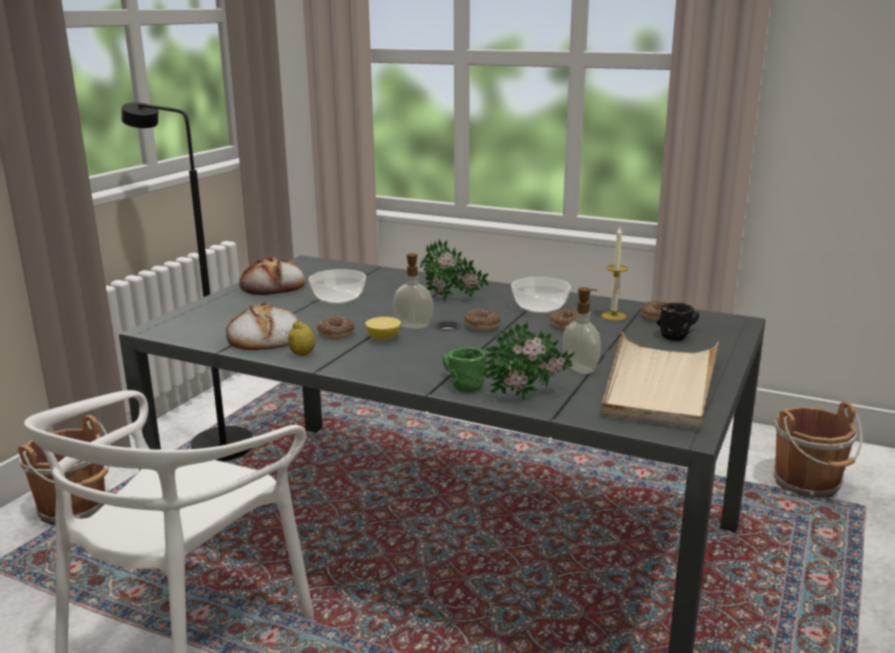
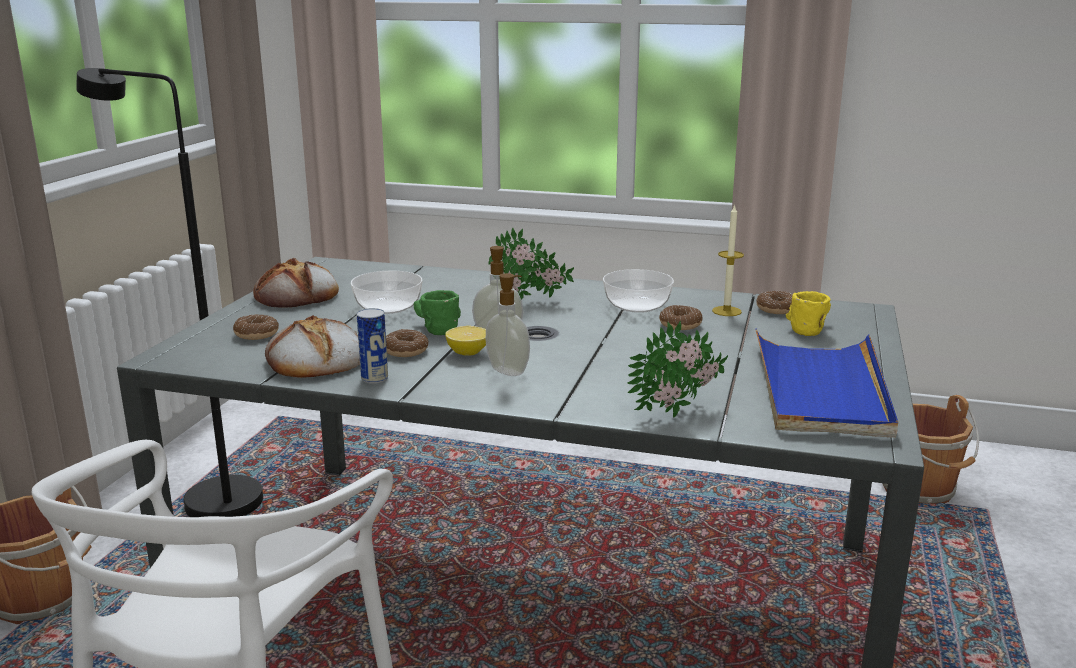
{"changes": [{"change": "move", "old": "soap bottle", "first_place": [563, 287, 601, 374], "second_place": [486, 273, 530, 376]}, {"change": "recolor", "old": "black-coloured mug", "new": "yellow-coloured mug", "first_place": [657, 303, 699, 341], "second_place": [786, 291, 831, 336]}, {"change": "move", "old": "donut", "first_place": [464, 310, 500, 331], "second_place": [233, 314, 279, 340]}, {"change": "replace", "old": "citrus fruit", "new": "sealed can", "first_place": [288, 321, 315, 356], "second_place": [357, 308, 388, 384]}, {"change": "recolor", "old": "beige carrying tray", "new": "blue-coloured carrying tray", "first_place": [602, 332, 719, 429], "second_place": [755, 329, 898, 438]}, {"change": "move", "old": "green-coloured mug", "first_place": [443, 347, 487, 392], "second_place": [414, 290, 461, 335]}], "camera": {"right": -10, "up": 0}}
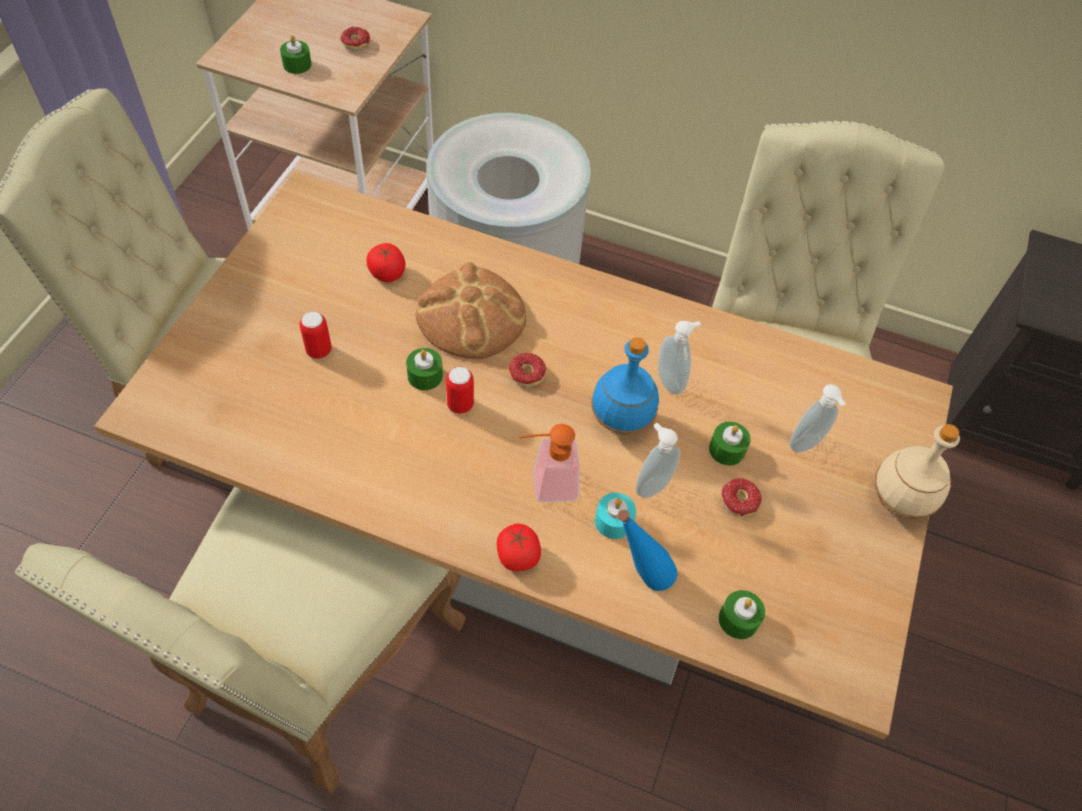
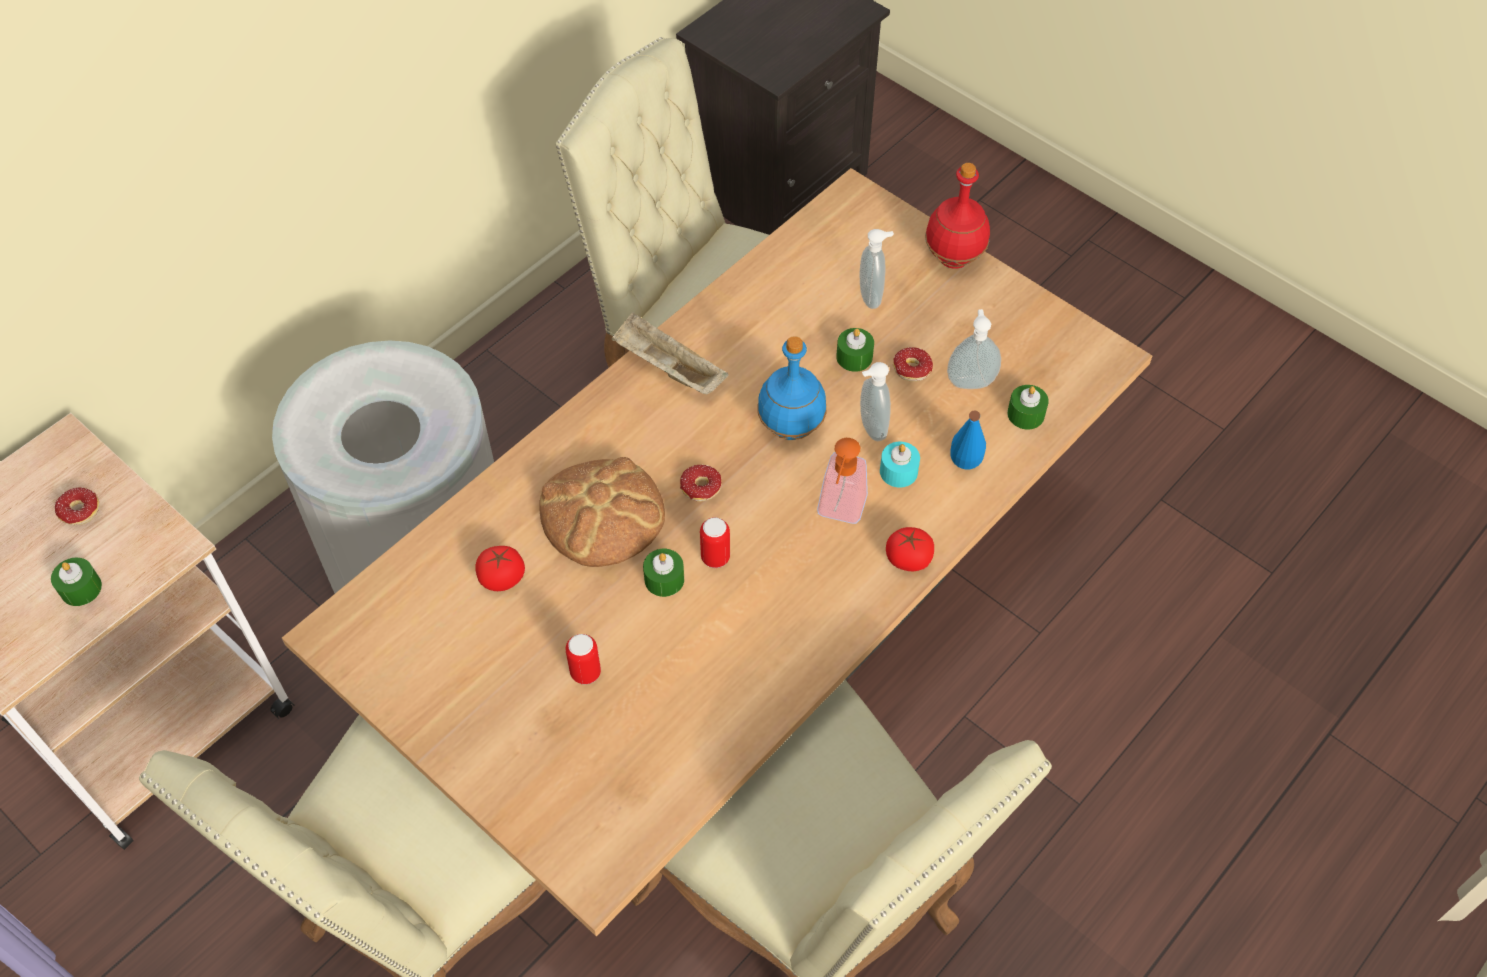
{"changes": [{"change": "move", "old": "soap bottle", "first_place": [658, 321, 701, 395], "second_place": [947, 309, 1001, 389]}, {"change": "recolor", "old": "beige drink bottle", "new": "red-coloured drink bottle", "first_place": [875, 424, 960, 519], "second_place": [925, 163, 990, 269]}, {"change": "insert", "new": "beige carrying tray", "second_place": [612, 312, 729, 394]}], "camera": {"right": -65, "up": 0}}
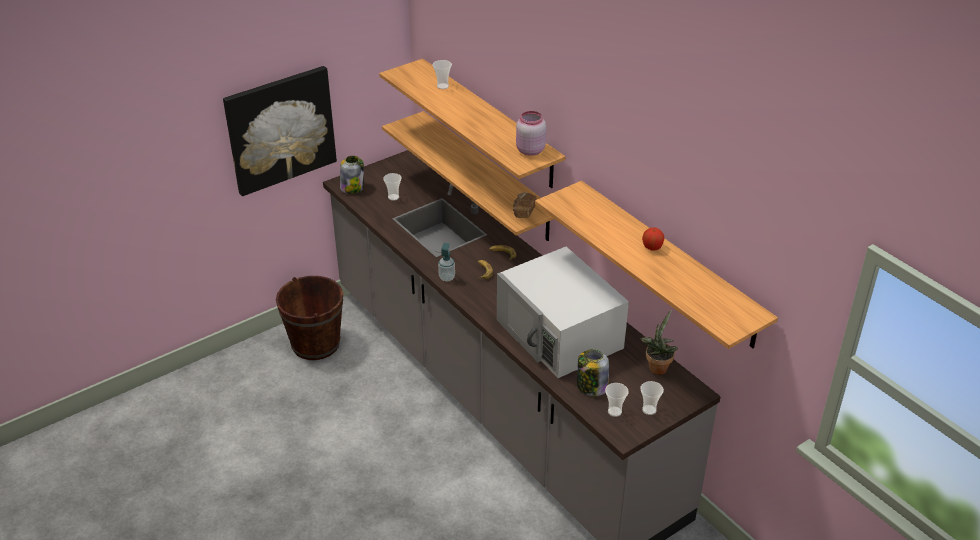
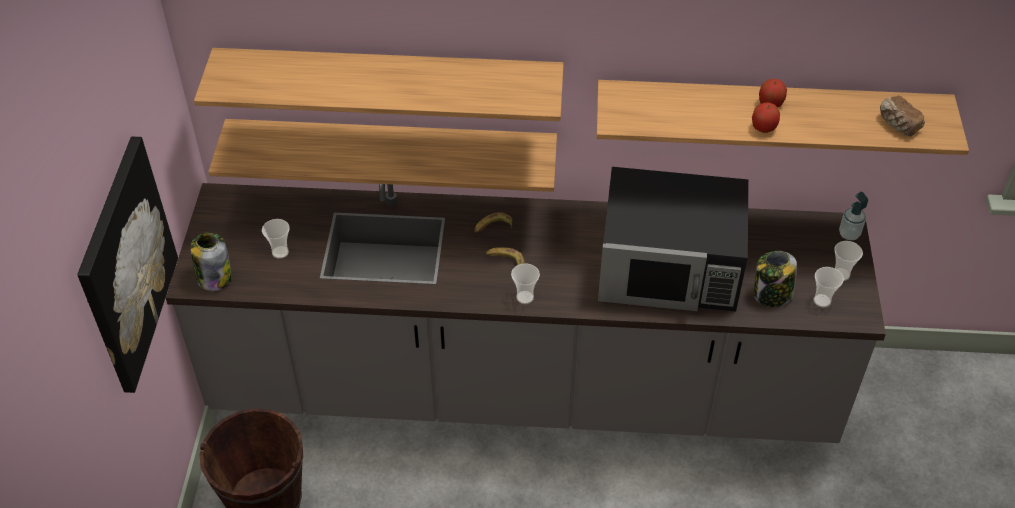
{"changes": [{"change": "move", "old": "cup", "first_place": [433, 60, 452, 89], "second_place": [511, 263, 540, 304]}, {"change": "delete", "old": "pink-coloured jar", "first_place": [516, 111, 546, 156]}, {"change": "move", "old": "bakery bread", "first_place": [513, 192, 537, 218], "second_place": [880, 96, 925, 137]}, {"change": "move", "old": "soap bottle", "first_place": [438, 243, 455, 281], "second_place": [839, 192, 868, 240]}, {"change": "recolor", "old": "white microwave", "new": "black-coloured microwave", "first_place": [497, 247, 629, 378], "second_place": [598, 167, 748, 311]}, {"change": "delete", "old": "plant in a pot", "first_place": [641, 310, 678, 375]}, {"change": "insert", "new": "apple fruit", "second_place": [752, 102, 780, 133]}], "camera": {"right": -50, "up": 10}}
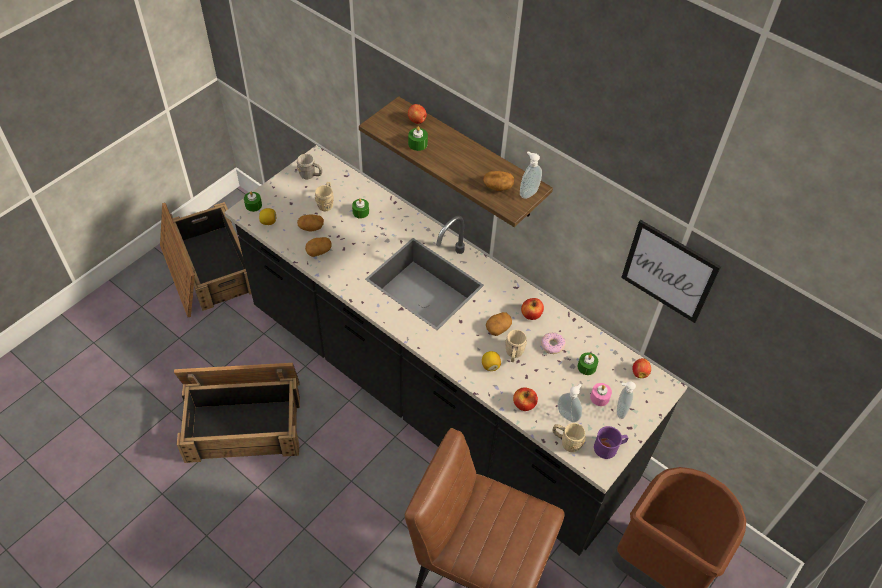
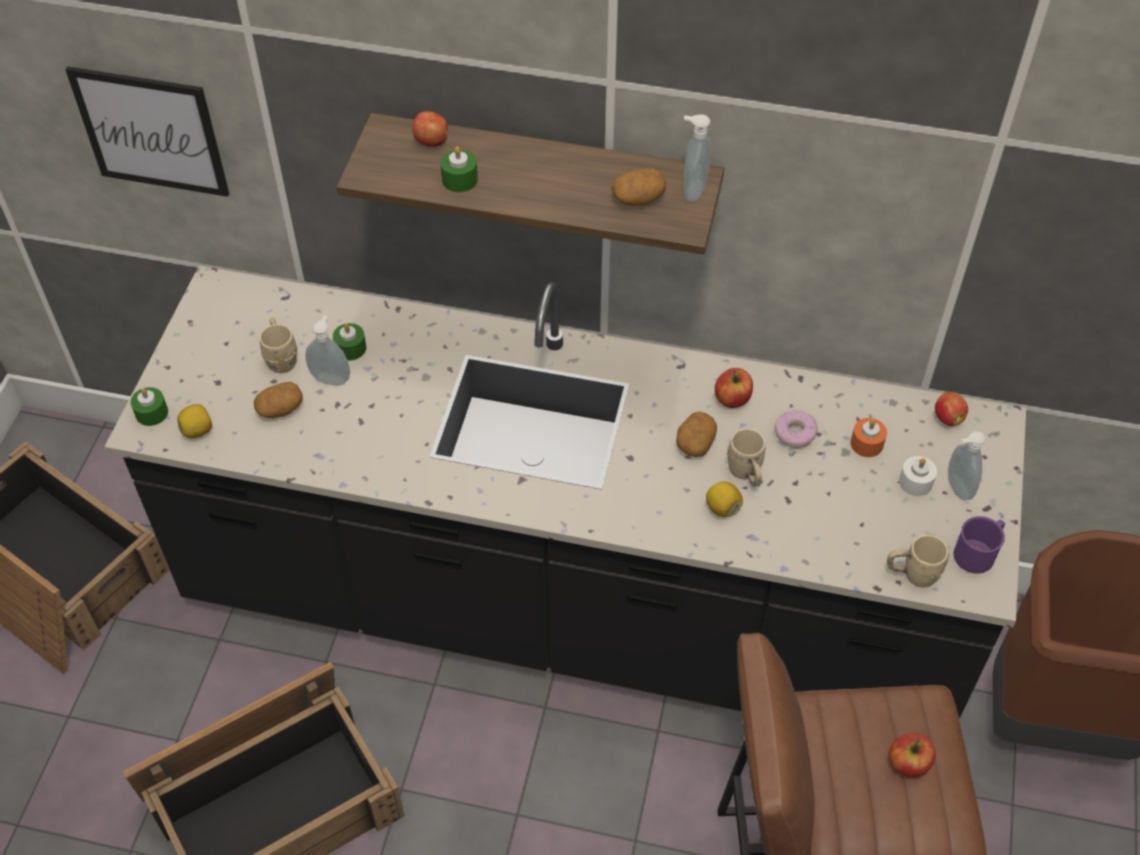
{"changes": [{"change": "delete", "old": "gray mug", "first_place": [297, 154, 322, 179]}, {"change": "move", "old": "wall picture", "first_place": [621, 220, 721, 323], "second_place": [65, 66, 229, 197]}, {"change": "delete", "old": "spud", "first_place": [305, 237, 331, 257]}, {"change": "recolor", "old": "green-coloured wax candle", "new": "orange wax candle", "first_place": [578, 353, 598, 375], "second_place": [851, 418, 887, 457]}, {"change": "recolor", "old": "pink-coloured wax candle", "new": "white wax candle", "first_place": [590, 383, 612, 406], "second_place": [899, 456, 937, 496]}, {"change": "move", "old": "soap bottle", "first_place": [557, 384, 582, 422], "second_place": [305, 316, 350, 386]}, {"change": "move", "old": "apple fruit", "first_place": [513, 388, 538, 411], "second_place": [889, 733, 936, 778]}], "camera": {"right": -25, "up": 0}}
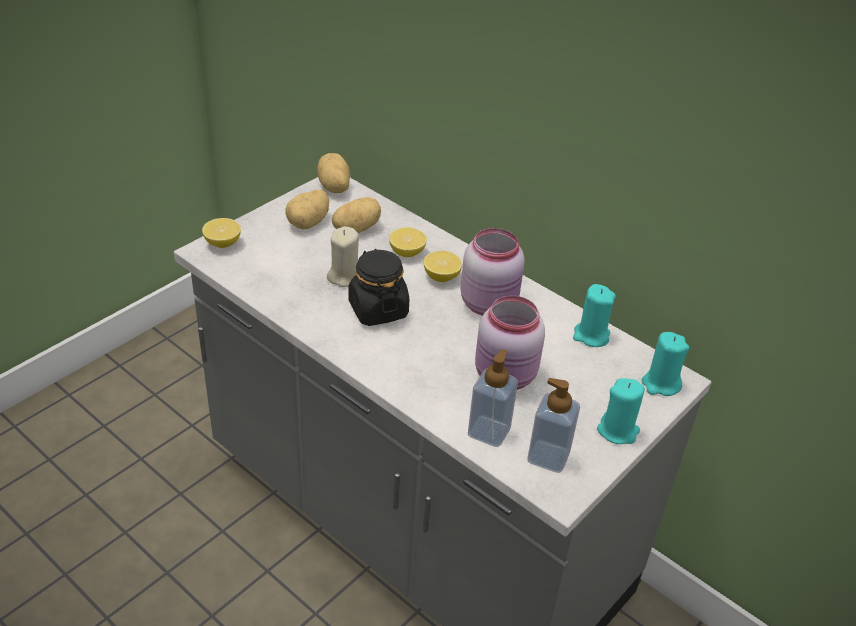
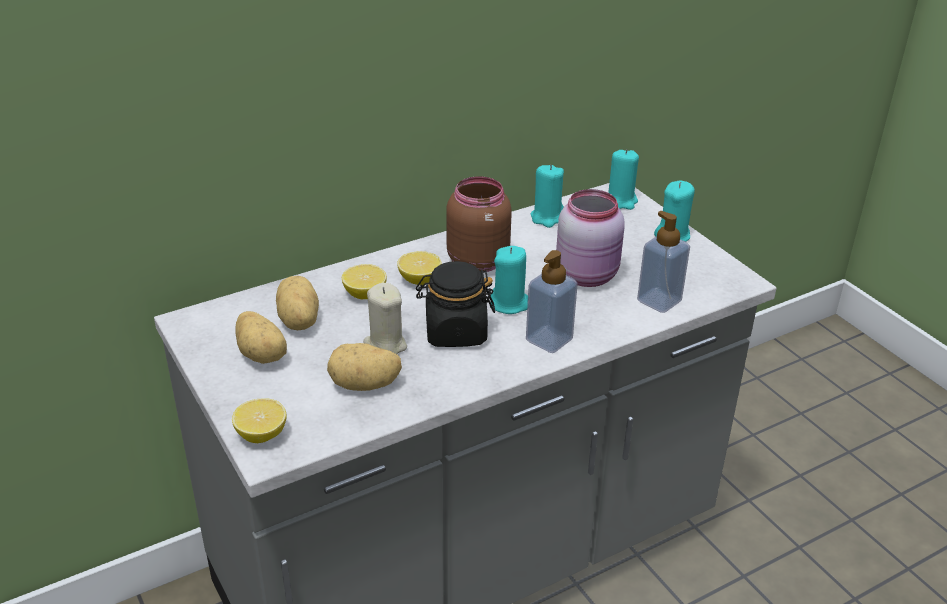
{"changes": [{"change": "move", "old": "spud", "first_place": [317, 153, 350, 193], "second_place": [327, 343, 402, 391]}, {"change": "recolor", "old": "pink-coloured jar", "new": "brownish jar", "first_place": [461, 228, 525, 316], "second_place": [446, 176, 512, 272]}, {"change": "move", "old": "soap bottle", "first_place": [527, 378, 580, 473], "second_place": [526, 250, 578, 353]}, {"change": "insert", "new": "turquoise wax candle", "second_place": [490, 246, 528, 314]}], "camera": {"right": -70, "up": -5}}
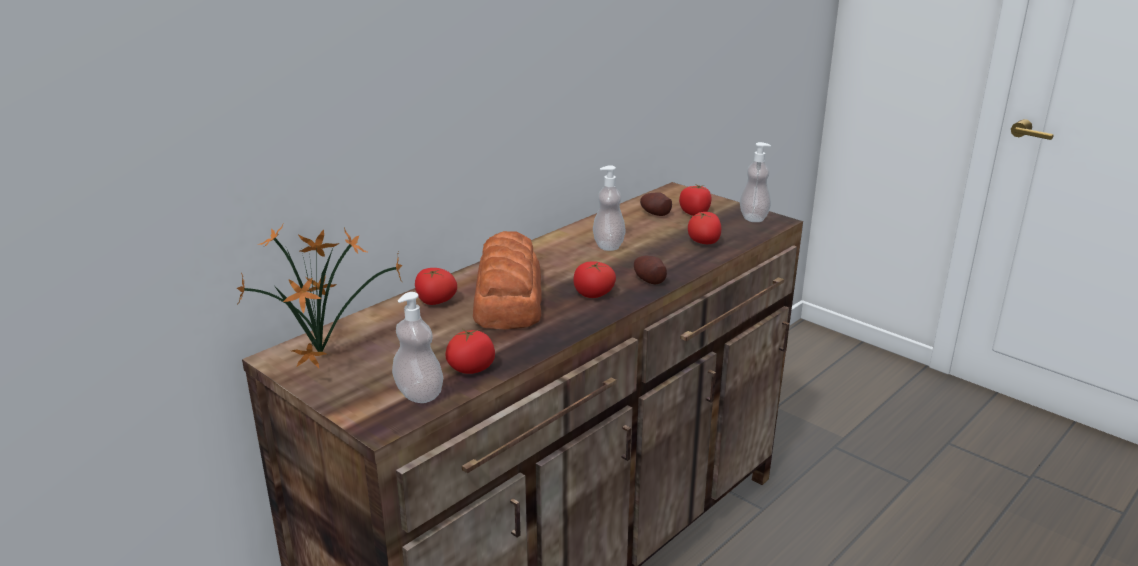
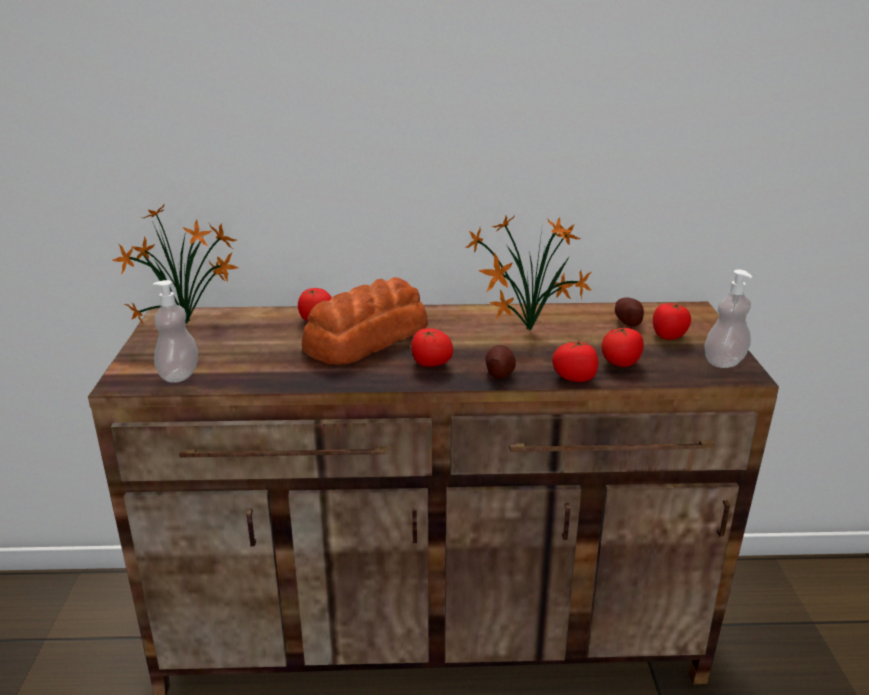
{"changes": [{"change": "replace", "old": "soap bottle", "new": "plant in a pot", "first_place": [593, 165, 626, 251], "second_place": [465, 215, 592, 331]}, {"change": "move", "old": "fresh tomato", "first_place": [445, 328, 495, 374], "second_place": [552, 339, 599, 382]}], "camera": {"right": 45, "up": 0}}
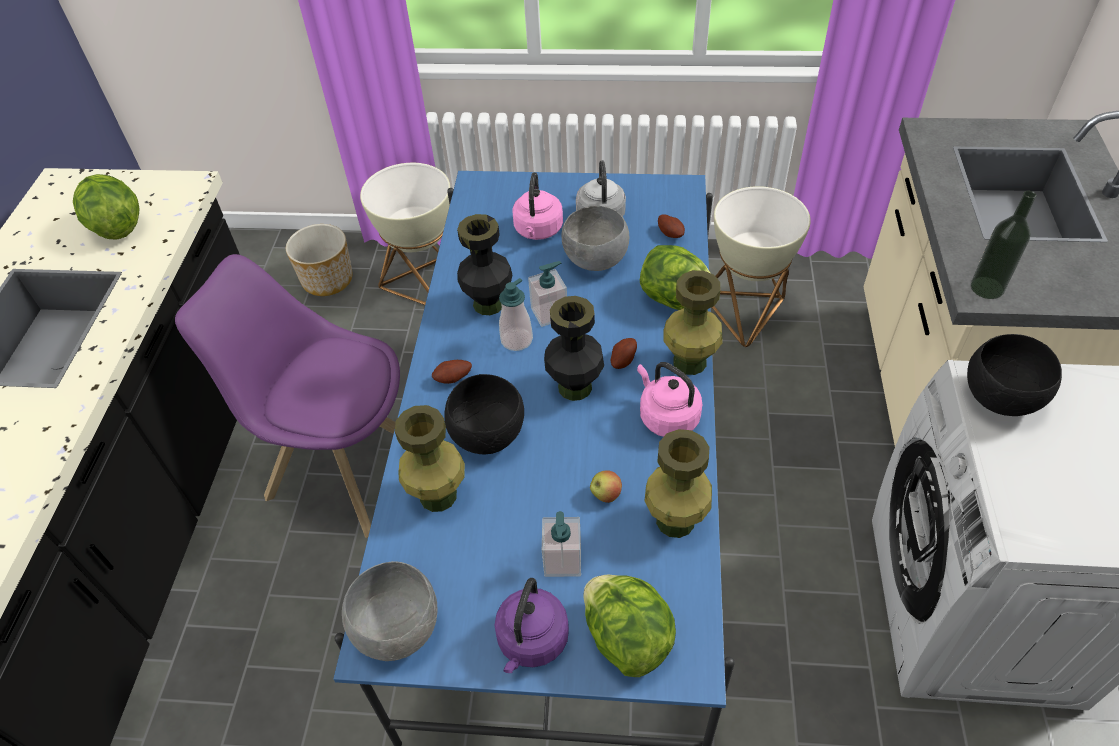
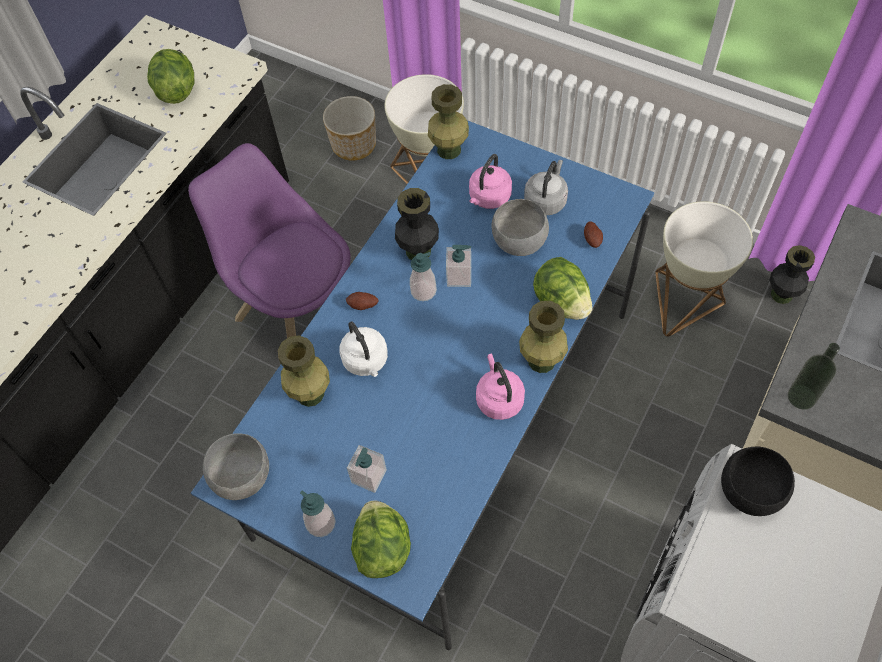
{"changes": [{"change": "move", "old": "black-coloured vase", "first_place": [544, 296, 604, 401], "second_place": [769, 245, 815, 304]}, {"change": "delete", "old": "spud", "first_place": [610, 338, 637, 369]}, {"change": "replace", "old": "black-coloured bowl", "new": "white kettle", "first_place": [444, 374, 524, 454], "second_place": [339, 321, 388, 377]}, {"change": "move", "old": "green-coloured vase", "first_place": [645, 429, 712, 538], "second_place": [428, 84, 469, 159]}, {"change": "delete", "old": "apple fruit", "first_place": [590, 470, 622, 503]}, {"change": "replace", "old": "purple-coloured kettle", "new": "soap bottle", "first_place": [495, 578, 569, 673], "second_place": [300, 490, 335, 537]}], "camera": {"right": 25, "up": 10}}
